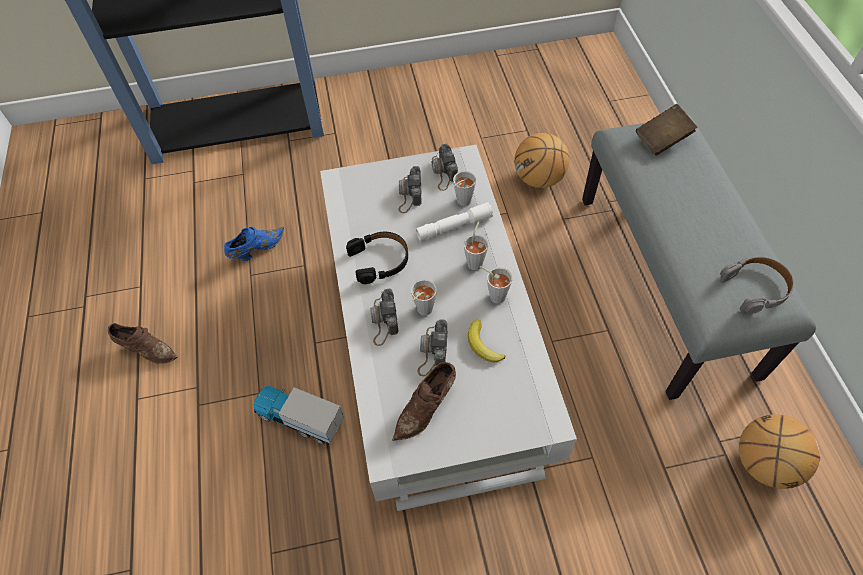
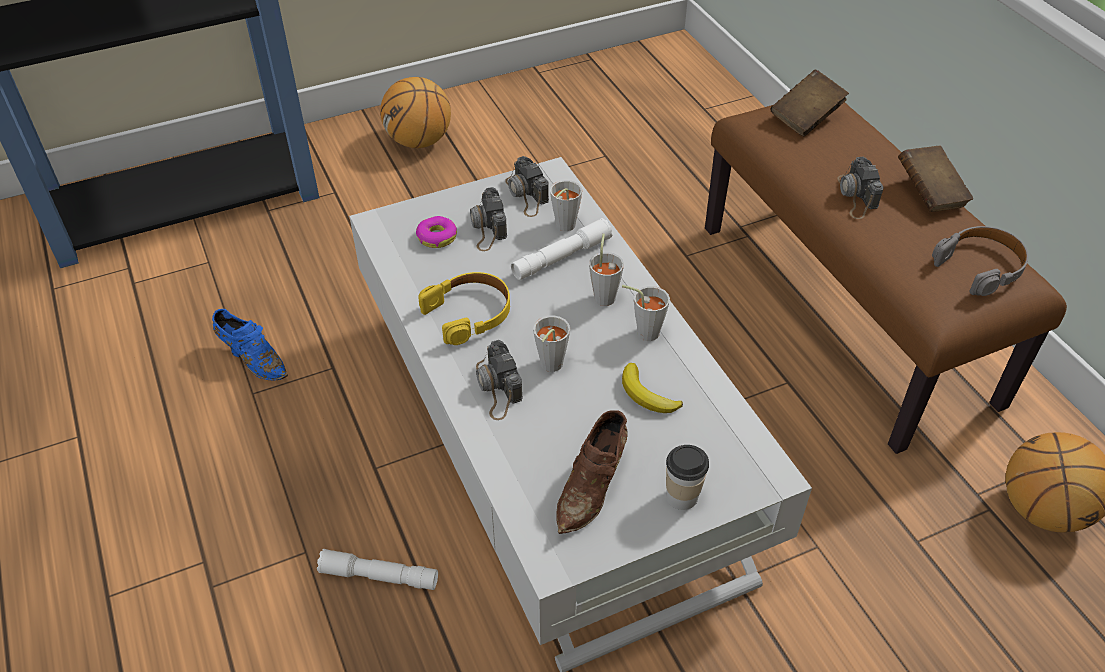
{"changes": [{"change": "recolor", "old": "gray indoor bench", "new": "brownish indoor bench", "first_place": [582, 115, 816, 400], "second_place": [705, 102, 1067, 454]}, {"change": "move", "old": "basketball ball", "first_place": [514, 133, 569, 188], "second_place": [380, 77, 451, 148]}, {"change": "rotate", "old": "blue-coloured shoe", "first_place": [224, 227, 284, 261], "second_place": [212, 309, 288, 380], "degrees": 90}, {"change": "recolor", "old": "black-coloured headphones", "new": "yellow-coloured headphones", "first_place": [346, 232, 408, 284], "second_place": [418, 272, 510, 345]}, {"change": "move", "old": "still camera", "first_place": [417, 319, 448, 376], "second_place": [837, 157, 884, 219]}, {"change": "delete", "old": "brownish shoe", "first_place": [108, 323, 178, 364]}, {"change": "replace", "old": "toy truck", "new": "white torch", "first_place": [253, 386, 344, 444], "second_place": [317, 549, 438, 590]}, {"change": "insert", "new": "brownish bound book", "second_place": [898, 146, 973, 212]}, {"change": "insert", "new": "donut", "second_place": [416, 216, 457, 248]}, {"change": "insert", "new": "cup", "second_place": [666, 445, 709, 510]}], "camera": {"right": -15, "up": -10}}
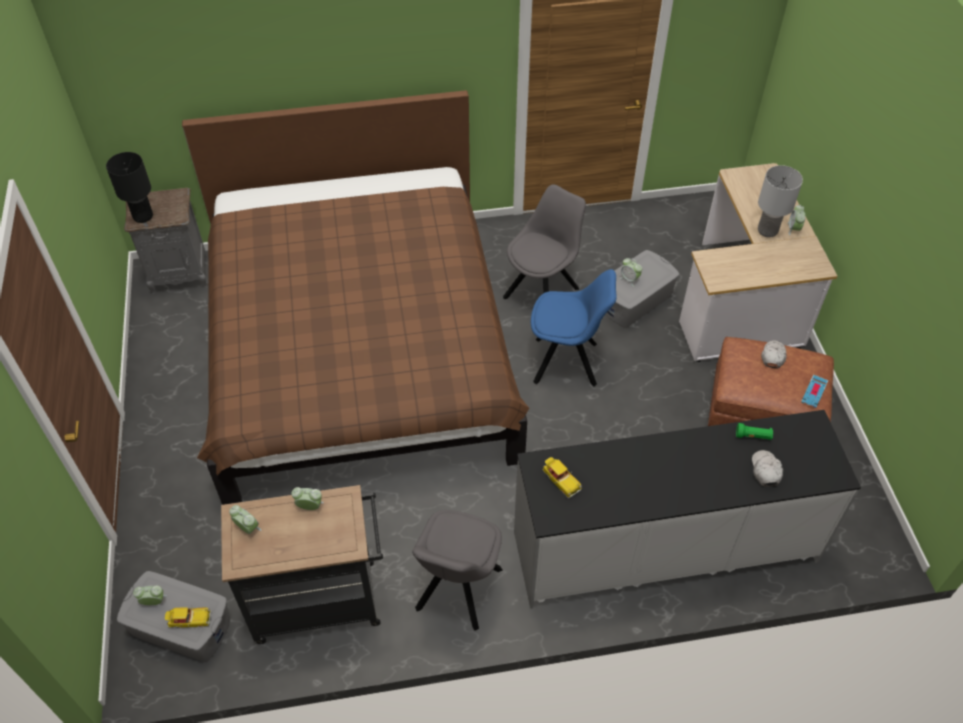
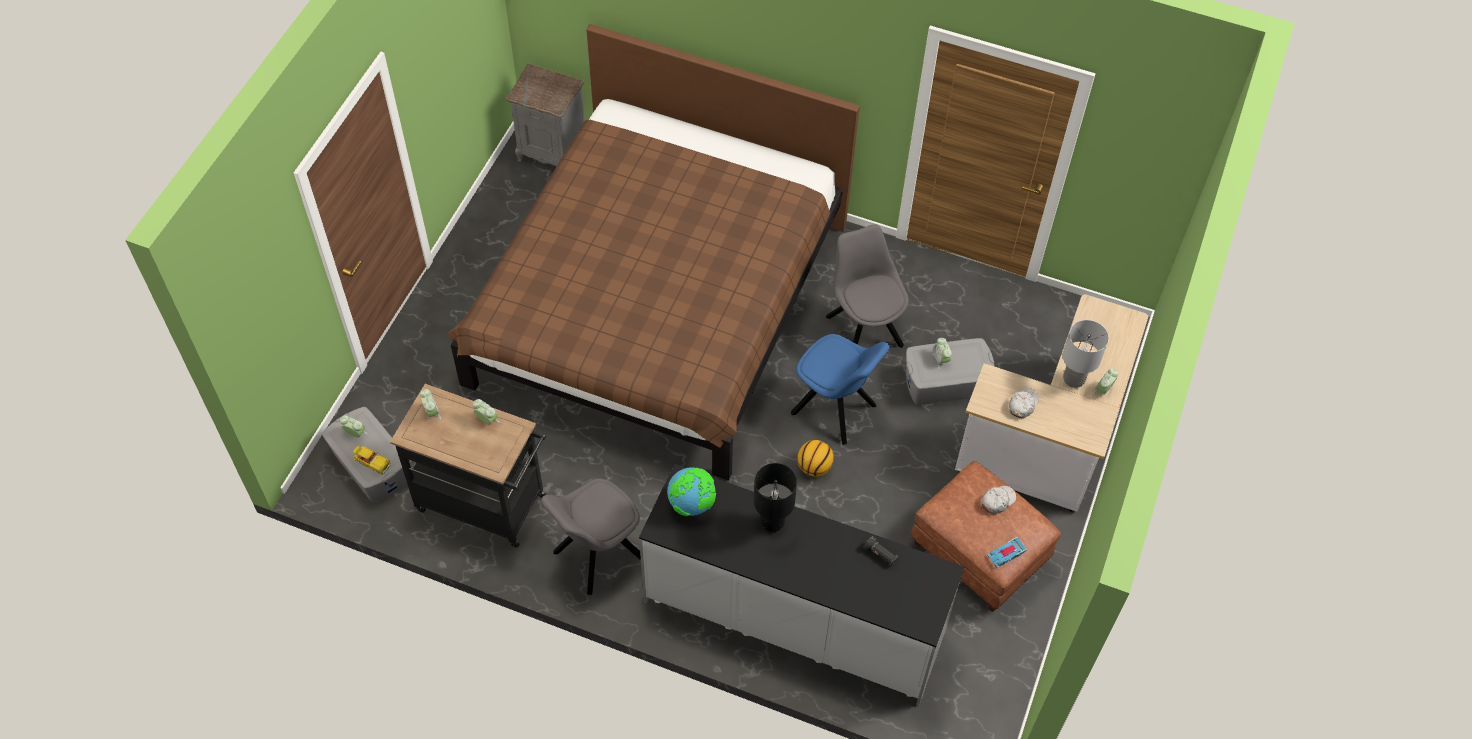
{"changes": [{"change": "move", "old": "black-coloured table lamp", "first_place": [106, 152, 153, 223], "second_place": [754, 463, 797, 532]}, {"change": "rotate", "old": "gray plain chair", "first_place": [503, 184, 586, 299], "second_place": [826, 224, 909, 348], "degrees": -90}, {"change": "recolor", "old": "green-coloured torch", "new": "black-coloured torch", "first_place": [736, 423, 773, 440], "second_place": [864, 536, 898, 566]}, {"change": "move", "old": "white baseball cap", "first_place": [752, 450, 783, 487], "second_place": [1009, 388, 1039, 418]}, {"change": "replace", "old": "toy car", "new": "globe", "first_place": [542, 457, 582, 498], "second_place": [667, 467, 716, 516]}, {"change": "insert", "new": "basketball ball", "second_place": [797, 440, 834, 477]}], "camera": {"right": 30, "up": 5}}
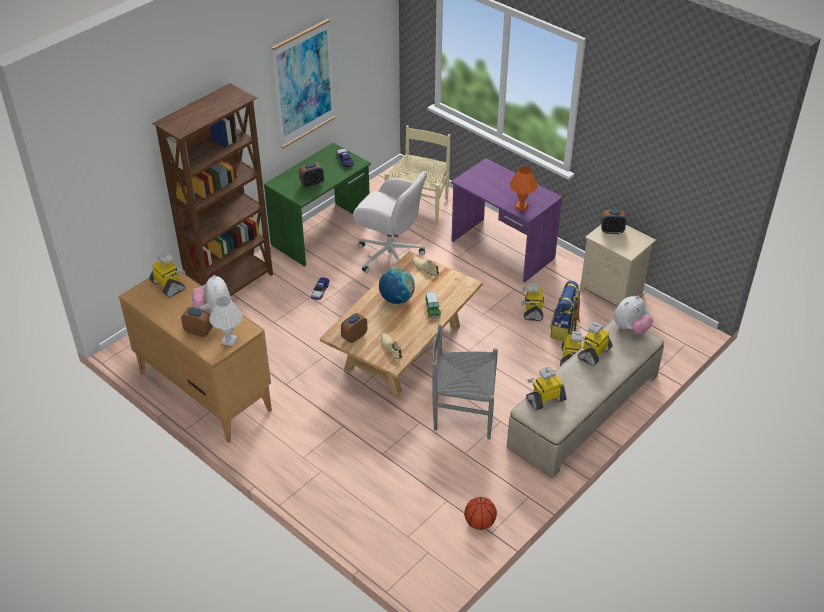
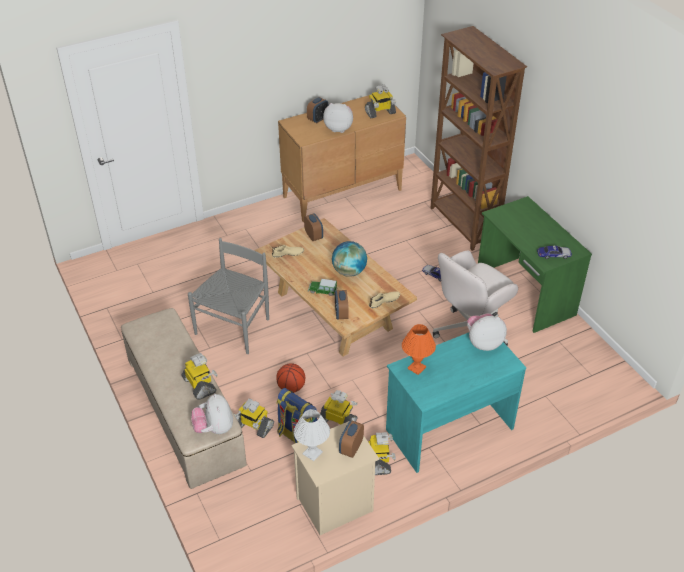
{"changes": [{"change": "delete", "old": "wall picture", "first_place": [271, 19, 336, 149]}, {"change": "delete", "old": "beige plain chair", "first_place": [385, 126, 450, 226]}, {"change": "recolor", "old": "purple-coloured desk unit", "new": "turquoise desk unit", "first_place": [451, 158, 562, 283], "second_place": [386, 332, 526, 473]}, {"change": "move", "old": "bedside clock", "first_place": [299, 162, 324, 189], "second_place": [335, 290, 349, 320]}, {"change": "move", "old": "white table lamp", "first_place": [209, 296, 242, 346], "second_place": [294, 409, 330, 461]}, {"change": "move", "old": "model robot", "first_place": [526, 367, 567, 410], "second_place": [368, 432, 396, 475]}, {"change": "move", "old": "basketball ball", "first_place": [464, 497, 497, 530], "second_place": [276, 363, 305, 392]}, {"change": "insert", "new": "cuddly toy", "second_place": [467, 313, 507, 351]}], "camera": {"right": 110, "up": 0}}
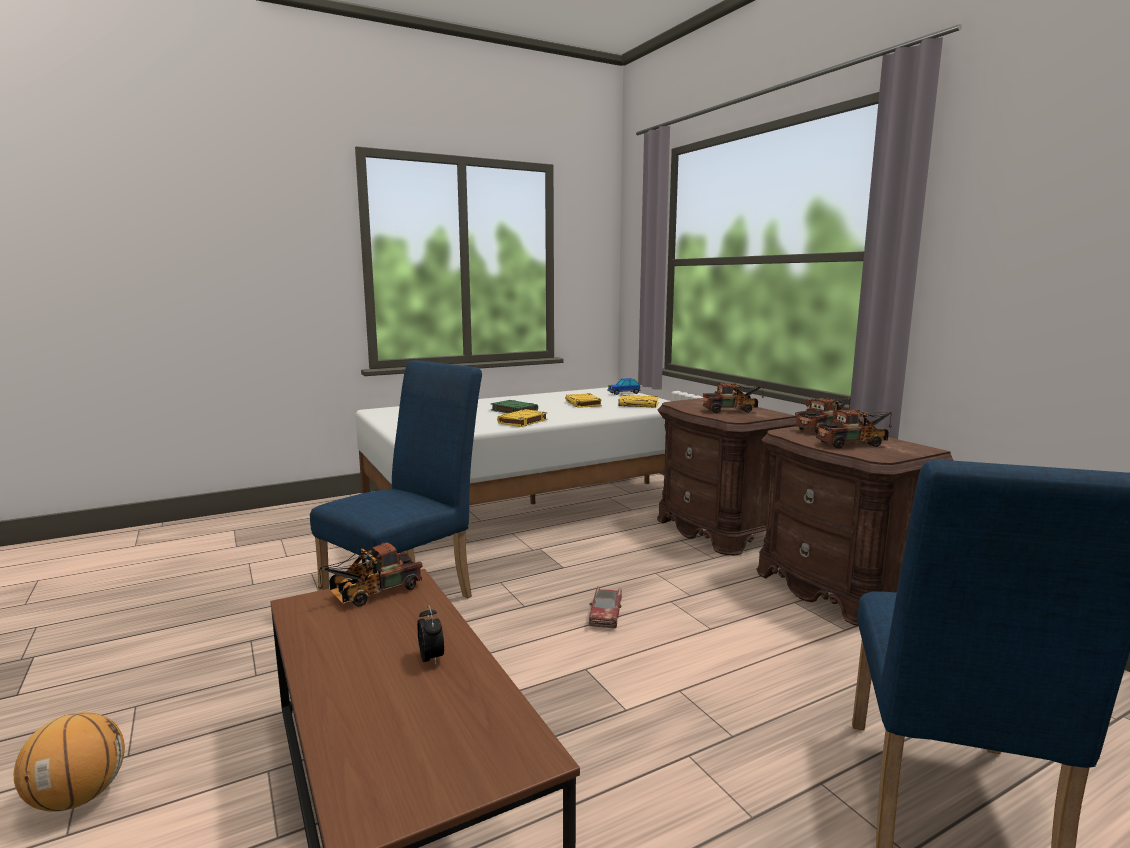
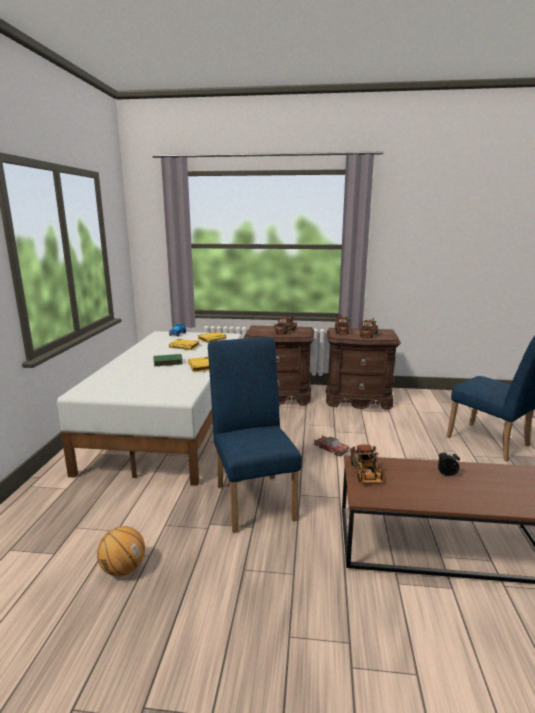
{"changes": [{"change": "move", "old": "basketball ball", "first_place": [14, 712, 125, 812], "second_place": [97, 526, 145, 576]}], "camera": {"right": -55, "up": 5}}
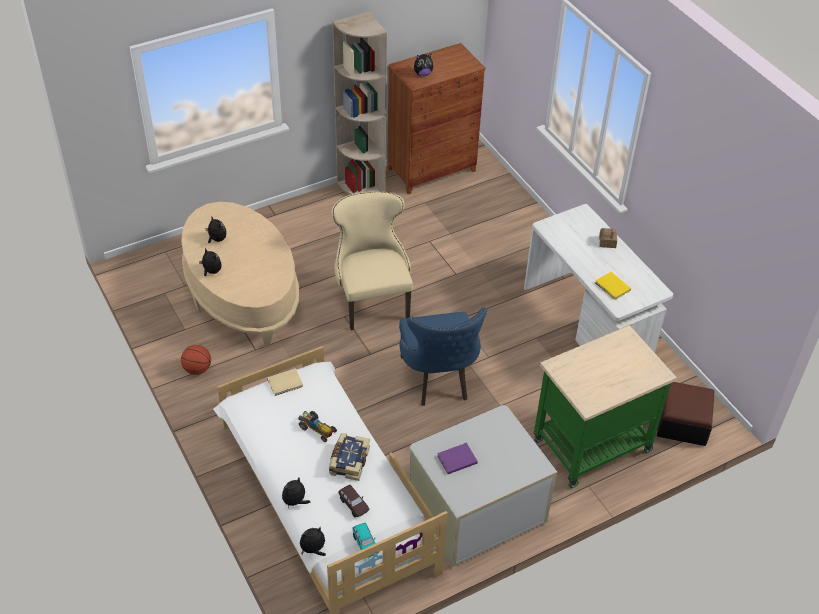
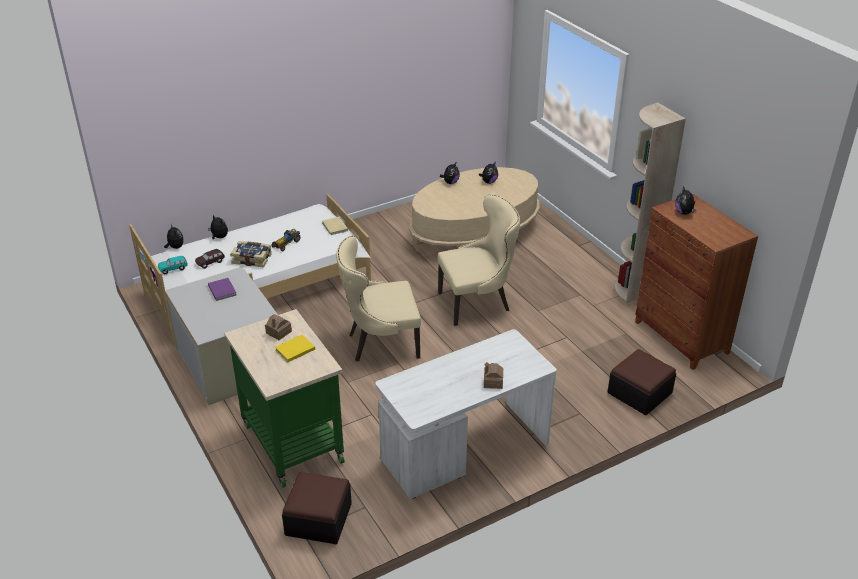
{"changes": [{"change": "move", "old": "yellow-coloured bound book", "first_place": [595, 272, 631, 300], "second_place": [275, 335, 315, 362]}, {"change": "recolor", "old": "blue-coloured plain chair", "new": "beige plain chair", "first_place": [399, 307, 487, 406], "second_place": [336, 236, 421, 362]}, {"change": "delete", "old": "basketball ball", "first_place": [181, 345, 211, 375]}, {"change": "insert", "new": "miniature house", "second_place": [265, 314, 292, 340]}, {"change": "insert", "new": "pouffe", "second_place": [608, 349, 676, 415]}], "camera": {"right": 90, "up": -10}}
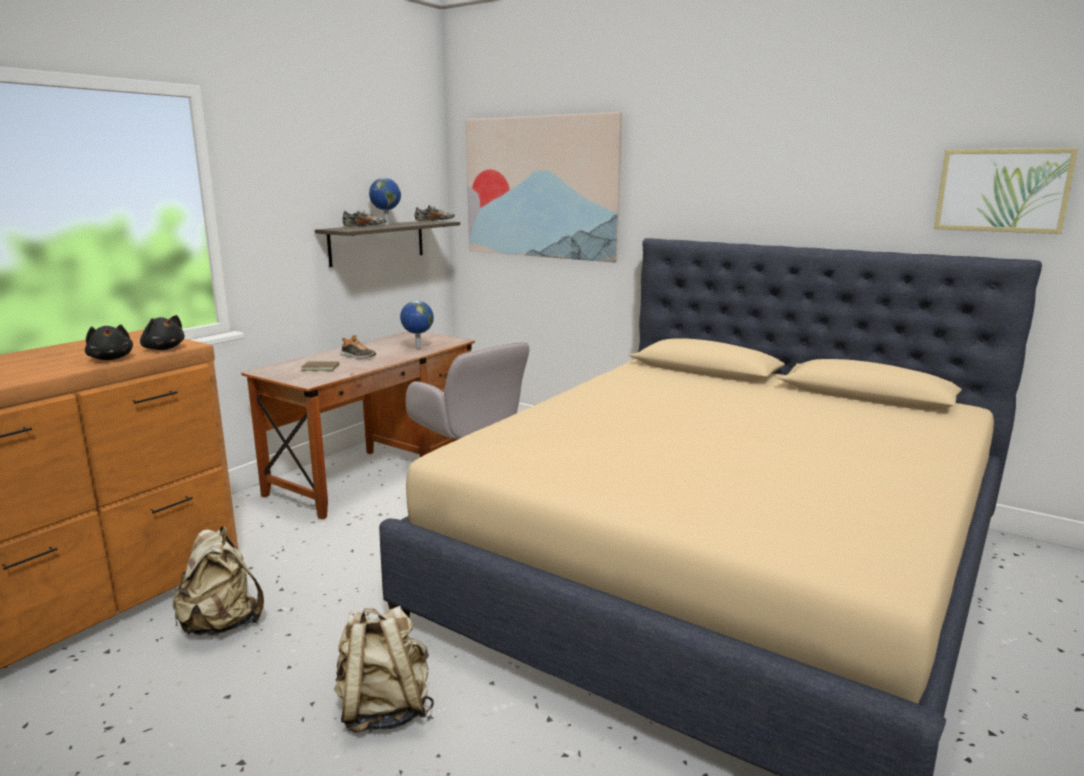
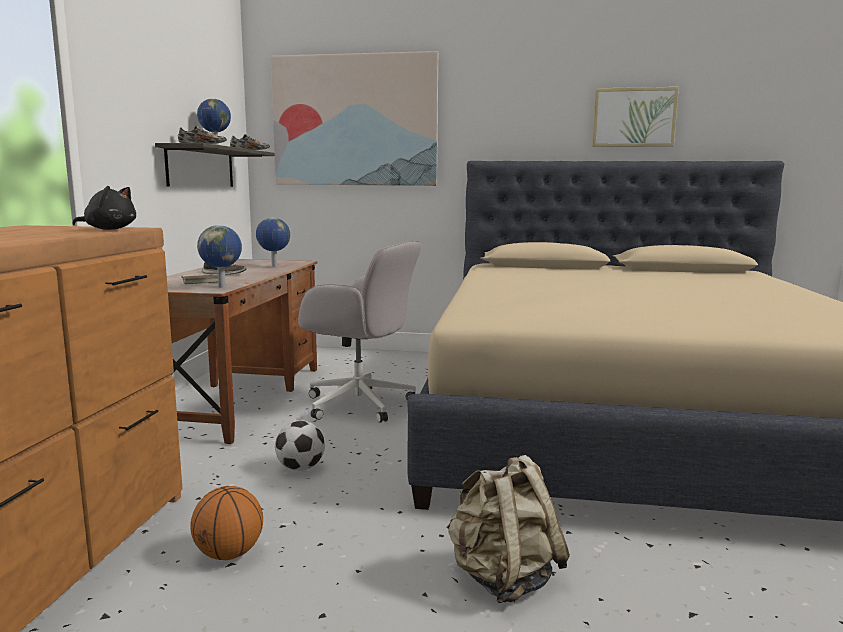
{"changes": [{"change": "move", "old": "wall picture", "first_place": [934, 148, 1078, 234], "second_place": [592, 87, 679, 147]}, {"change": "delete", "old": "black-coloured cuddly toy", "first_place": [85, 325, 133, 360]}, {"change": "replace", "old": "beige knapsack", "new": "basketball ball", "first_place": [173, 526, 264, 635], "second_place": [191, 486, 263, 560]}, {"change": "insert", "new": "globe", "second_place": [197, 225, 242, 288]}, {"change": "insert", "new": "football", "second_place": [275, 421, 325, 471]}], "camera": {"right": -25, "up": -5}}
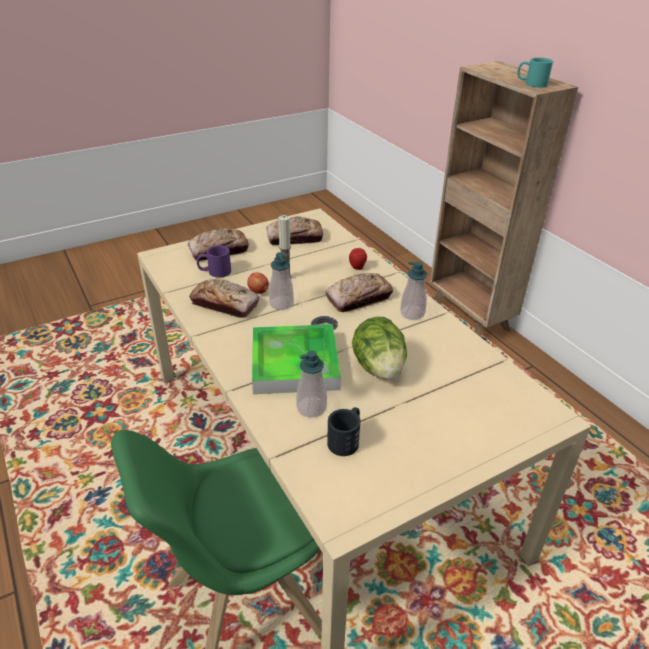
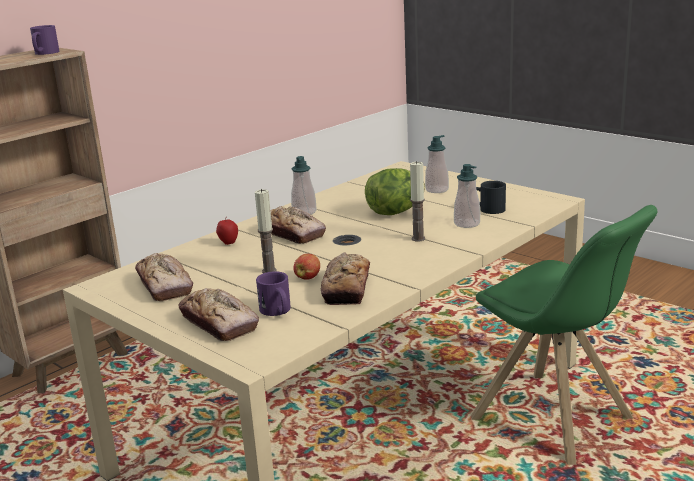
{"changes": [{"change": "recolor", "old": "turquoise mug", "new": "purple-coloured mug", "first_place": [517, 57, 553, 88], "second_place": [30, 25, 59, 55]}, {"change": "move", "old": "soap bottle", "first_place": [269, 252, 294, 310], "second_place": [425, 135, 449, 193]}, {"change": "replace", "old": "carrying tray", "new": "wax candle", "first_place": [252, 324, 341, 394], "second_place": [410, 161, 425, 242]}], "camera": {"right": -105, "up": -15}}
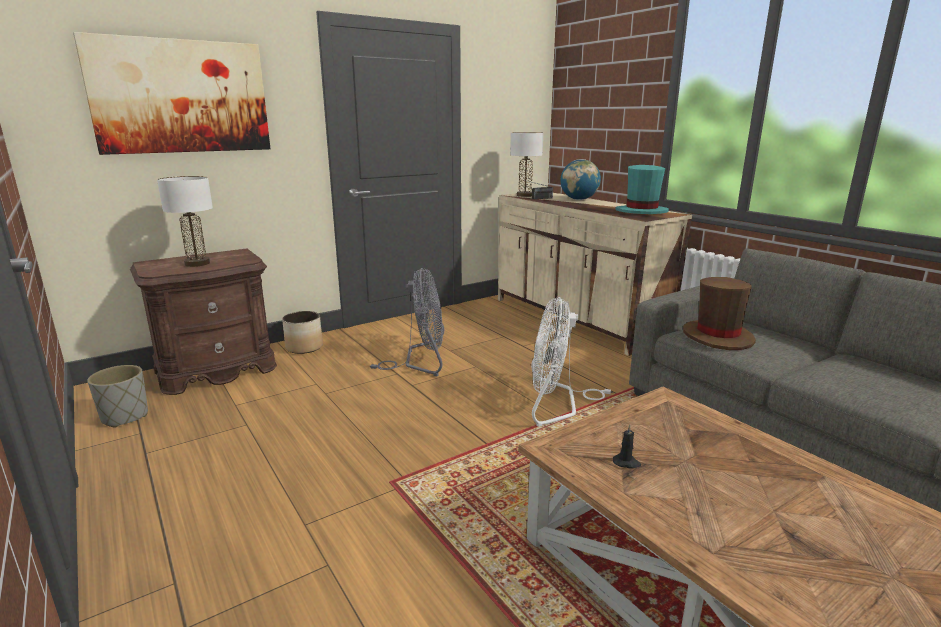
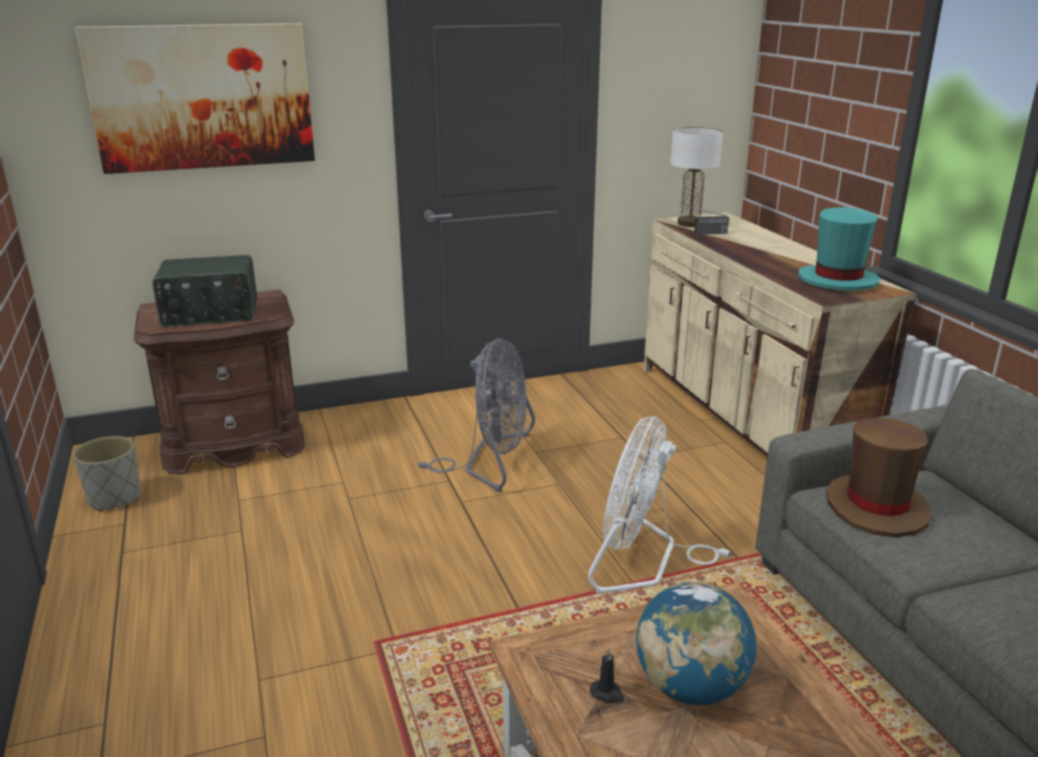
{"changes": [{"change": "move", "old": "globe", "first_place": [560, 159, 601, 200], "second_place": [636, 582, 757, 705]}, {"change": "replace", "old": "table lamp", "new": "radio set", "first_place": [157, 176, 213, 267], "second_place": [152, 255, 257, 327]}, {"change": "delete", "old": "flower pot", "first_place": [282, 311, 323, 354]}], "camera": {"right": 15, "up": 5}}
